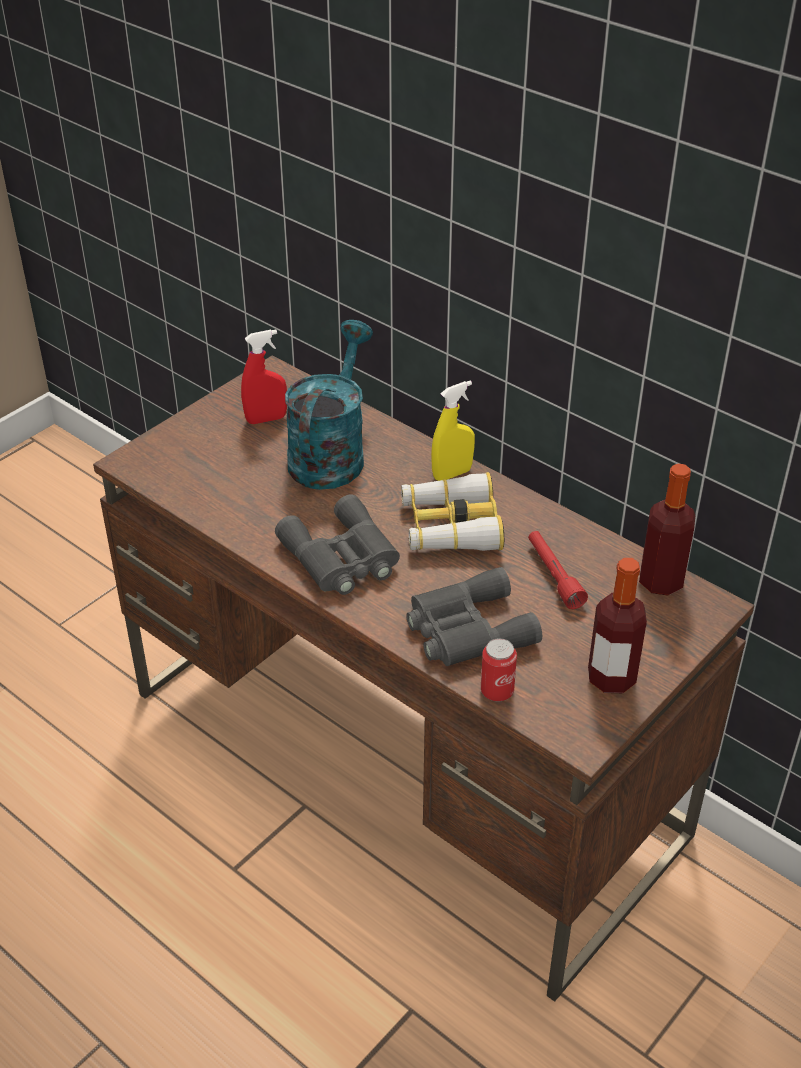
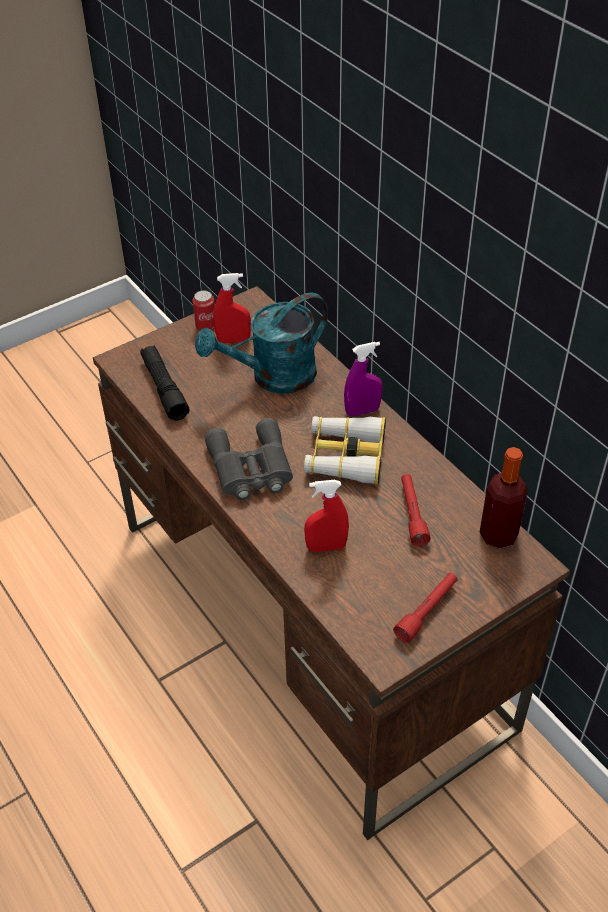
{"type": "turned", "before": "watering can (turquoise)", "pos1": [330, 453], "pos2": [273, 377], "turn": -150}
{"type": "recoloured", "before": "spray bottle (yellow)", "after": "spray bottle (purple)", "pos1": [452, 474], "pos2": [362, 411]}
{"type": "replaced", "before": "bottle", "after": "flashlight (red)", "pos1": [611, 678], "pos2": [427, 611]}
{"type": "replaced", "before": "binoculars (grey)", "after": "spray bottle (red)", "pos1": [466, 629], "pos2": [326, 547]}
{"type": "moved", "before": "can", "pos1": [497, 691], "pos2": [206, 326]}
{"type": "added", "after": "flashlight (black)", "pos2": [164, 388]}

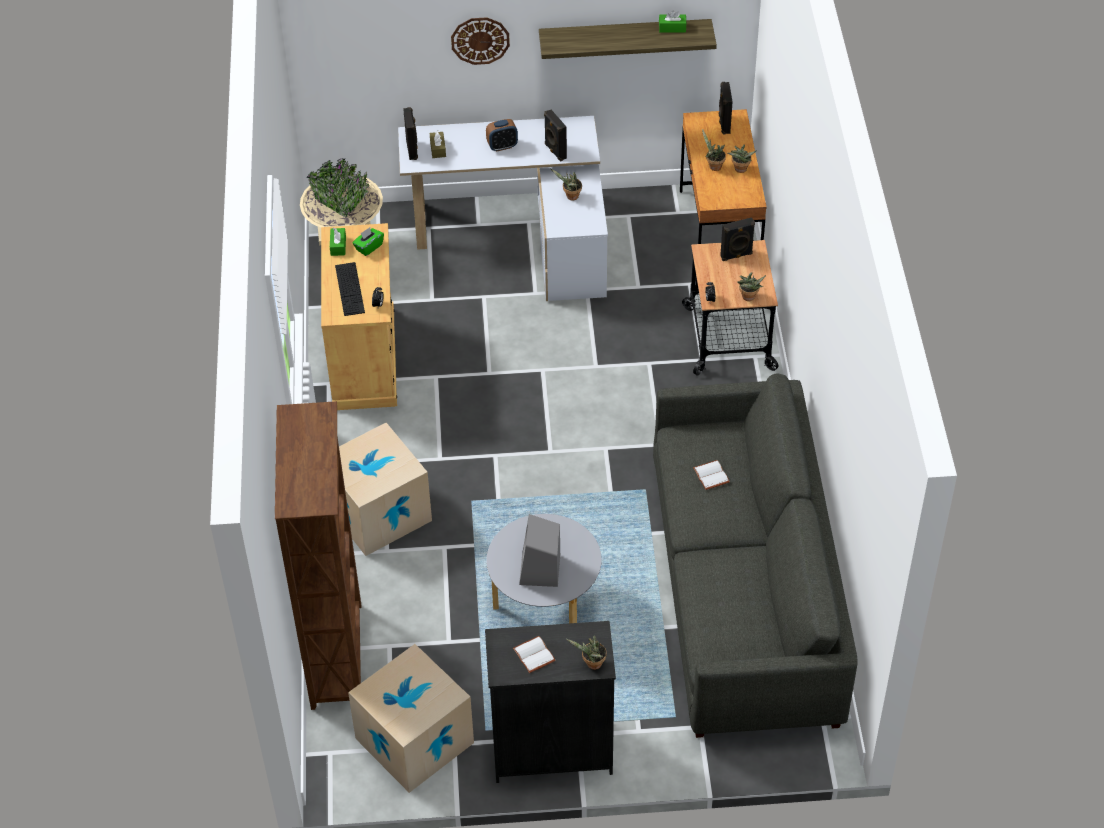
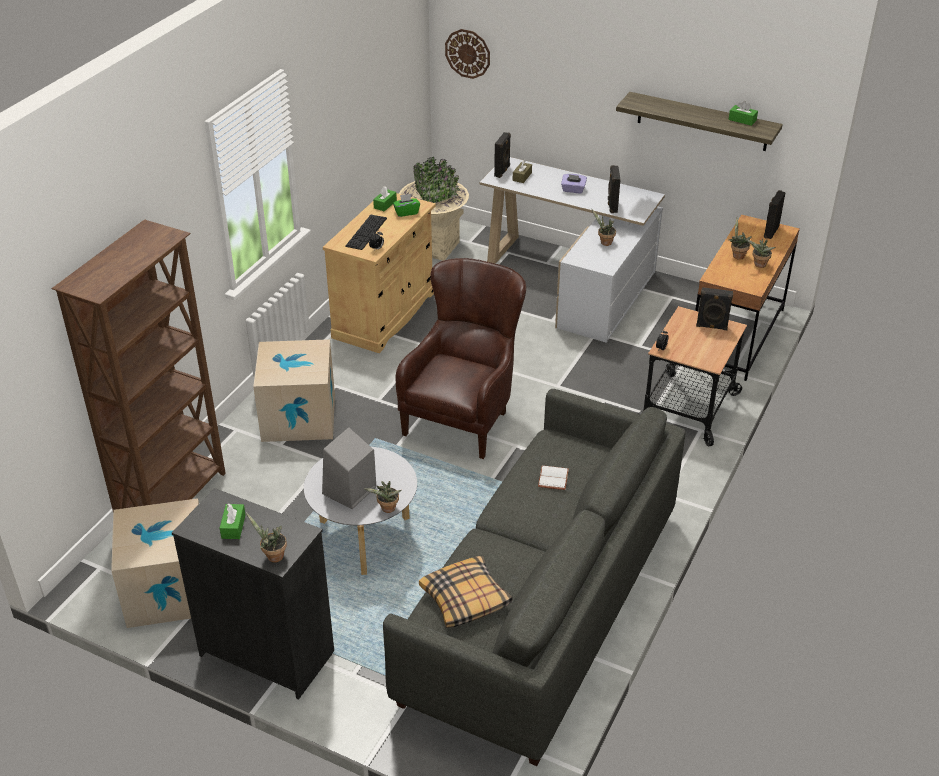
{"type": "moved", "before": "wall clock", "pos1": [480, 40], "pos2": [467, 53]}
{"type": "replaced", "before": "alarm clock", "after": "tissue box (purple)", "pos1": [502, 146], "pos2": [573, 190]}
{"type": "moved", "before": "potted plant", "pos1": [748, 298], "pos2": [387, 509]}
{"type": "replaced", "before": "book (white)", "after": "tissue box (green)", "pos1": [535, 655], "pos2": [233, 526]}
{"type": "added", "after": "armchair (brown)", "pos2": [464, 415]}
{"type": "added", "after": "pillow", "pos2": [465, 599]}

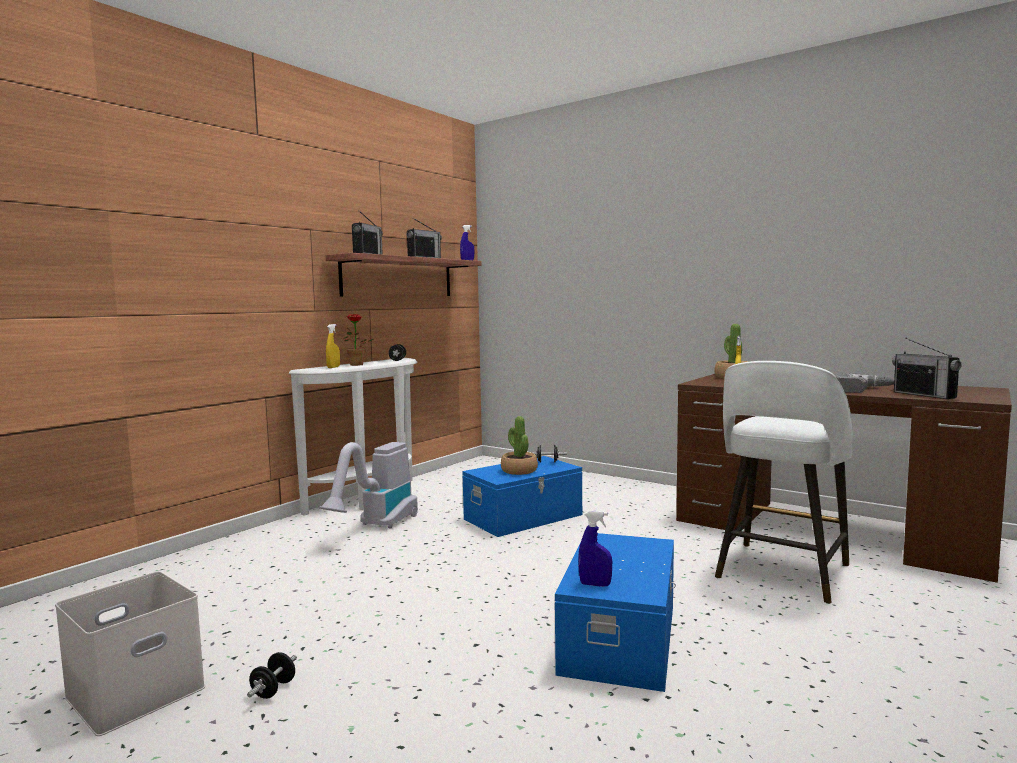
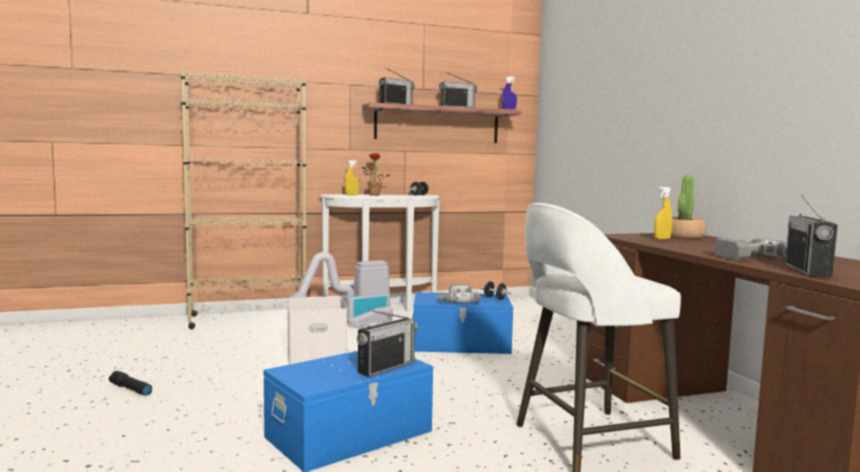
{"type": "replaced", "before": "potted plant", "after": "power drill", "pos1": [519, 471], "pos2": [455, 299]}
{"type": "removed", "before": "spray bottle (blue)", "pos1": [595, 584]}
{"type": "moved", "before": "storage box (white)", "pos1": [137, 690], "pos2": [317, 357]}
{"type": "replaced", "before": "dumbbell (black)", "after": "flashlight (black)", "pos1": [273, 690], "pos2": [130, 389]}
{"type": "added", "after": "bookcase (beige)", "pos2": [248, 319]}
{"type": "added", "after": "radio", "pos2": [386, 367]}

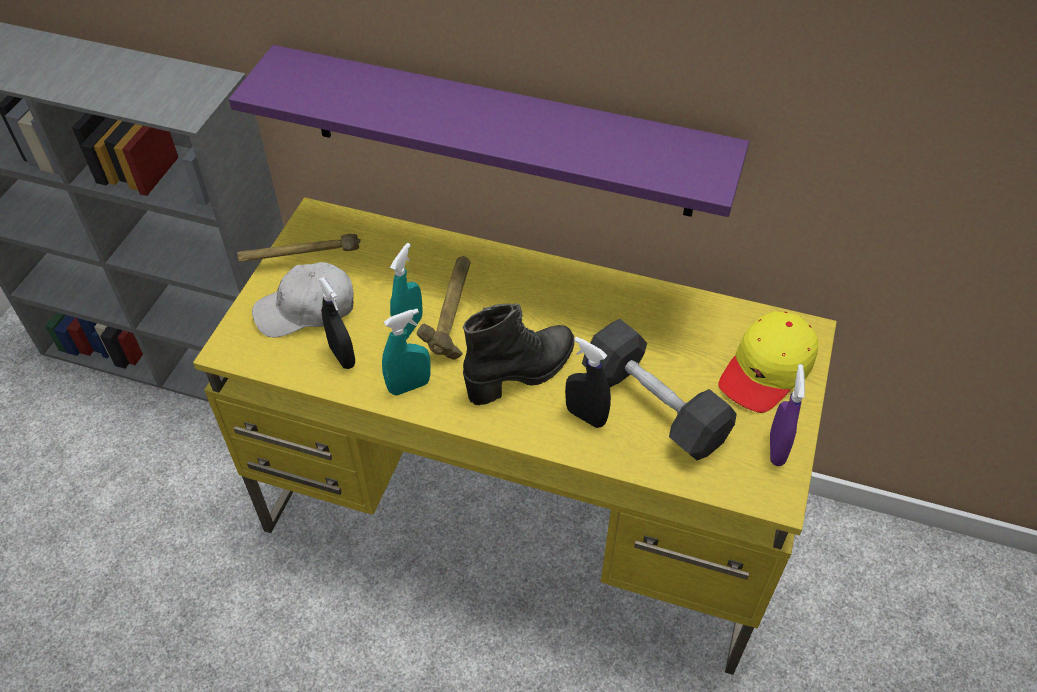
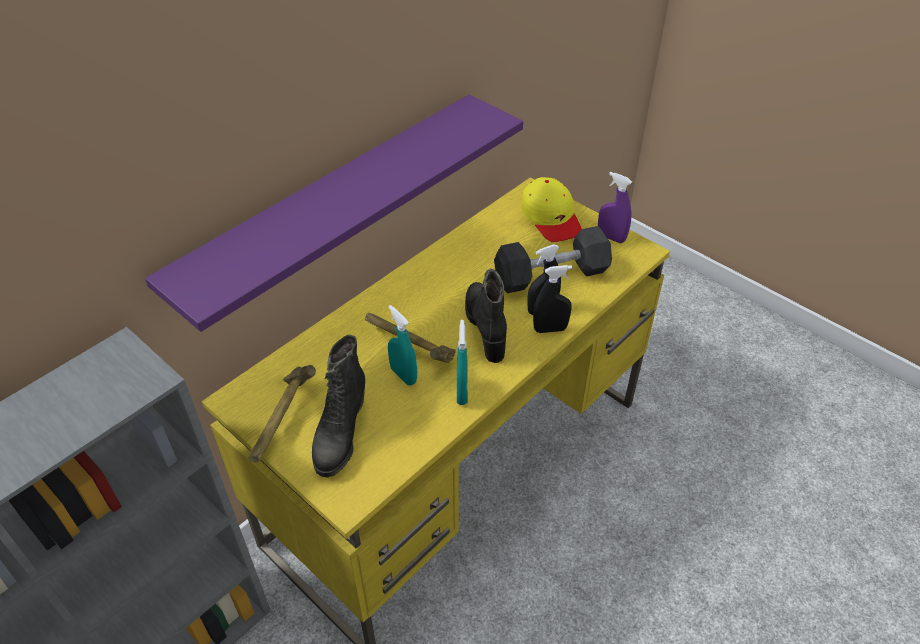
{"type": "replaced", "before": "cap (white)", "after": "boot (black)", "pos1": [306, 310], "pos2": [340, 435]}
{"type": "moved", "before": "spray bottle (black)", "pos1": [342, 356], "pos2": [550, 329]}

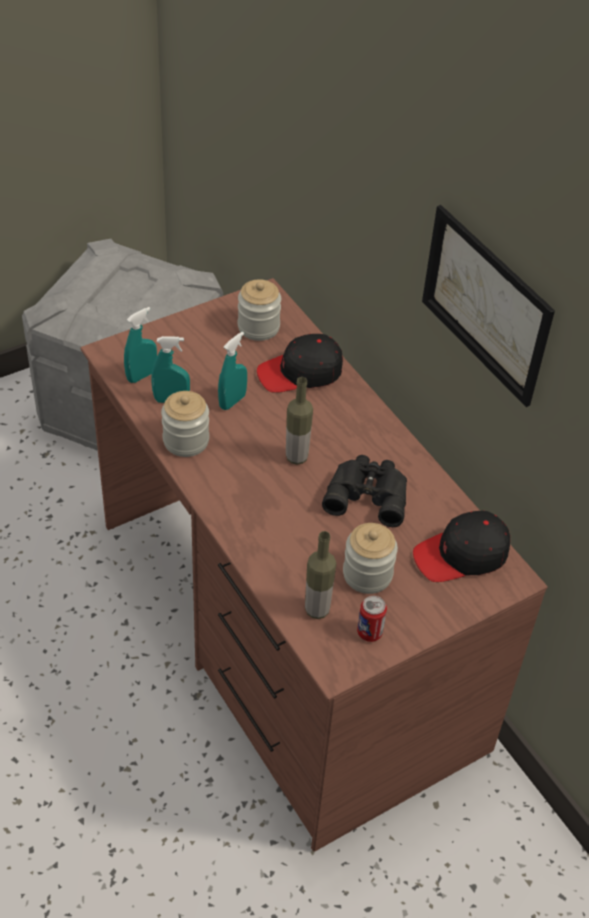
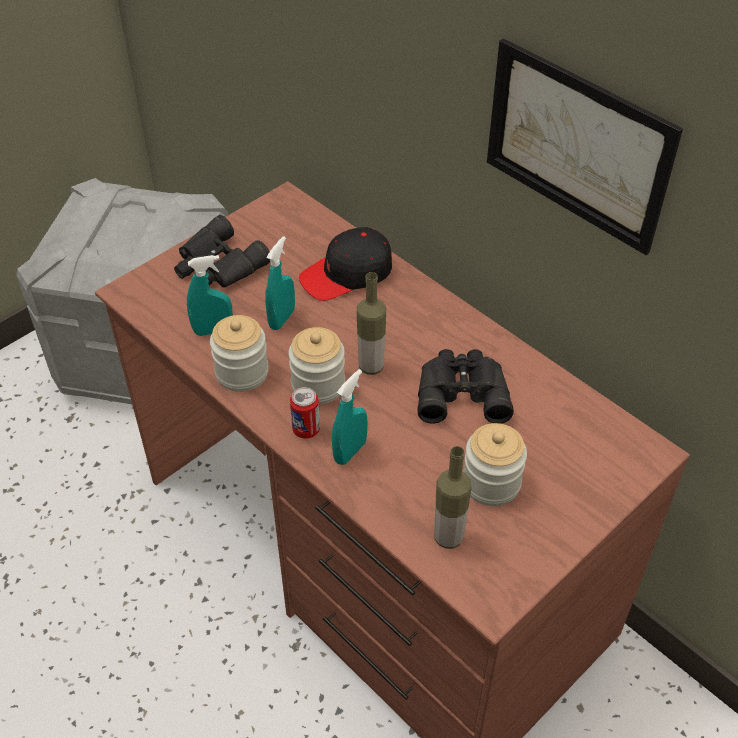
{"type": "moved", "before": "jar", "pos1": [258, 327], "pos2": [318, 385]}
{"type": "moved", "before": "spray bottle (turquoise)", "pos1": [141, 375], "pos2": [350, 452]}
{"type": "removed", "before": "cap (black)", "pos1": [461, 555]}
{"type": "moved", "before": "can", "pos1": [369, 632], "pos2": [306, 429]}
{"type": "added", "after": "binoculars (black)", "pos2": [217, 266]}

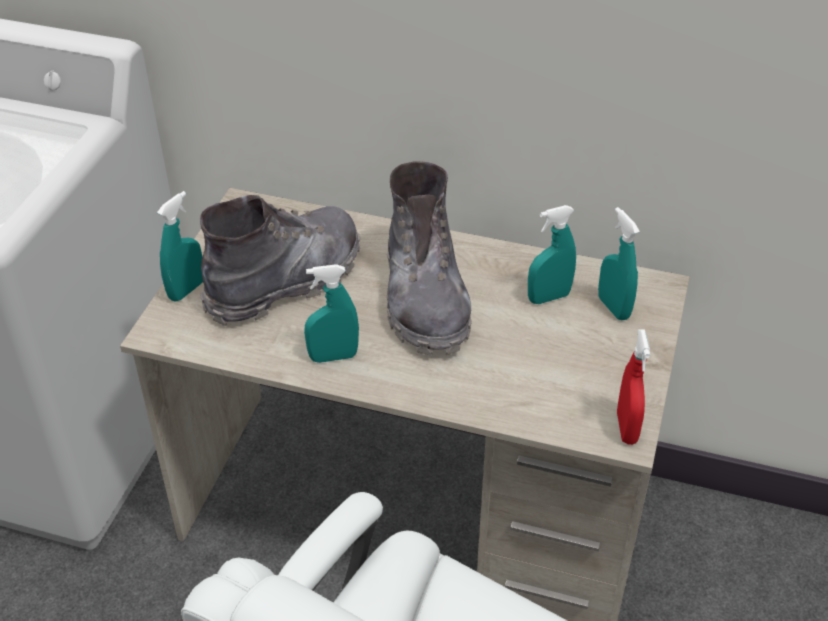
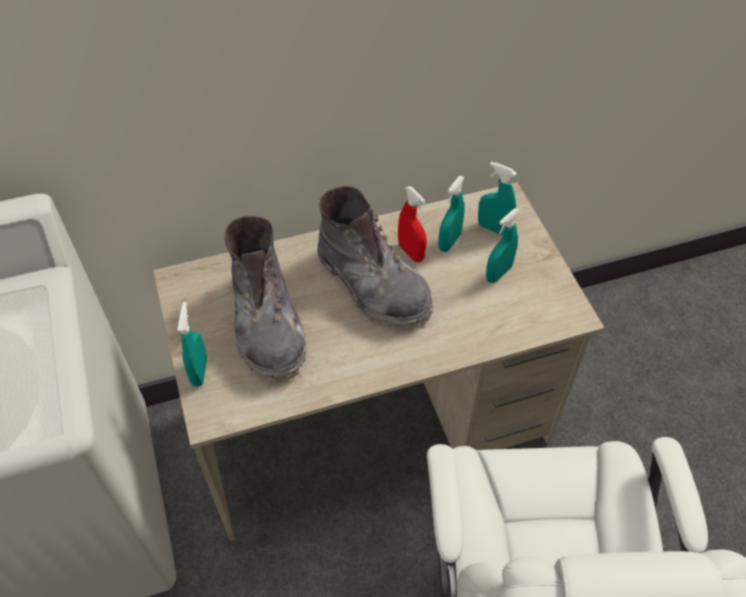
{"type": "turned", "before": "boot (grey)", "pos1": [286, 281], "pos2": [267, 324], "turn": 150}
{"type": "moved", "before": "spray bottle (turquoise)", "pos1": [333, 357], "pos2": [498, 273]}
{"type": "moved", "before": "spray bottle (red)", "pos1": [626, 428], "pos2": [411, 252]}

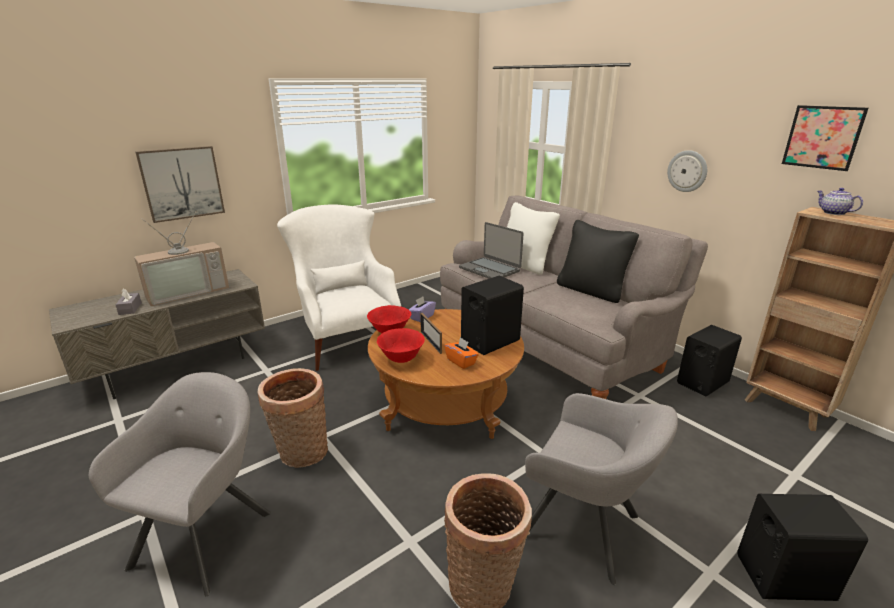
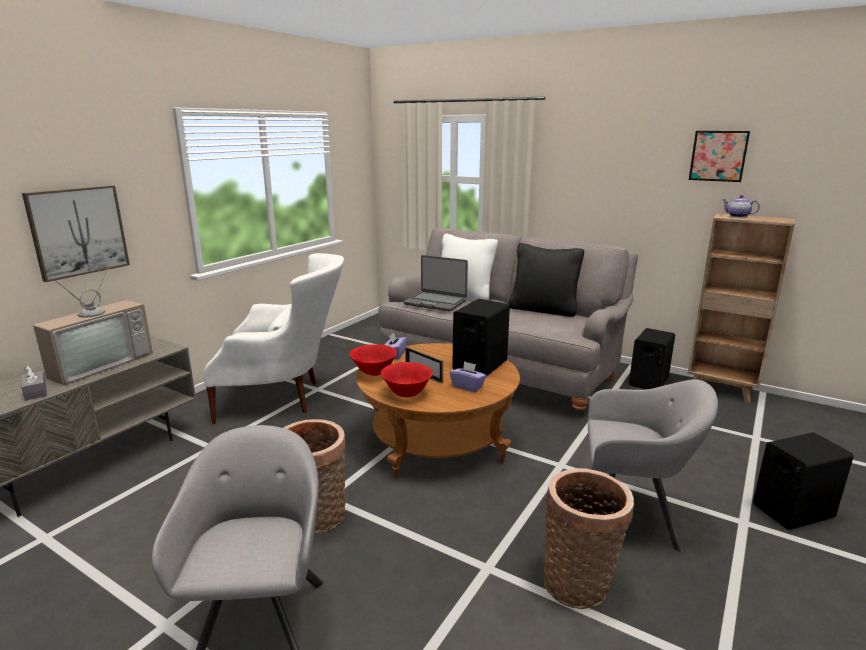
{"type": "removed", "before": "wall clock", "pos1": [687, 171]}
{"type": "turned", "before": "armchair (white)", "pos1": [346, 337], "pos2": [284, 397], "turn": 135}
{"type": "recoloured", "before": "tissue box (orange)", "after": "tissue box (purple)", "pos1": [461, 361], "pos2": [467, 386]}

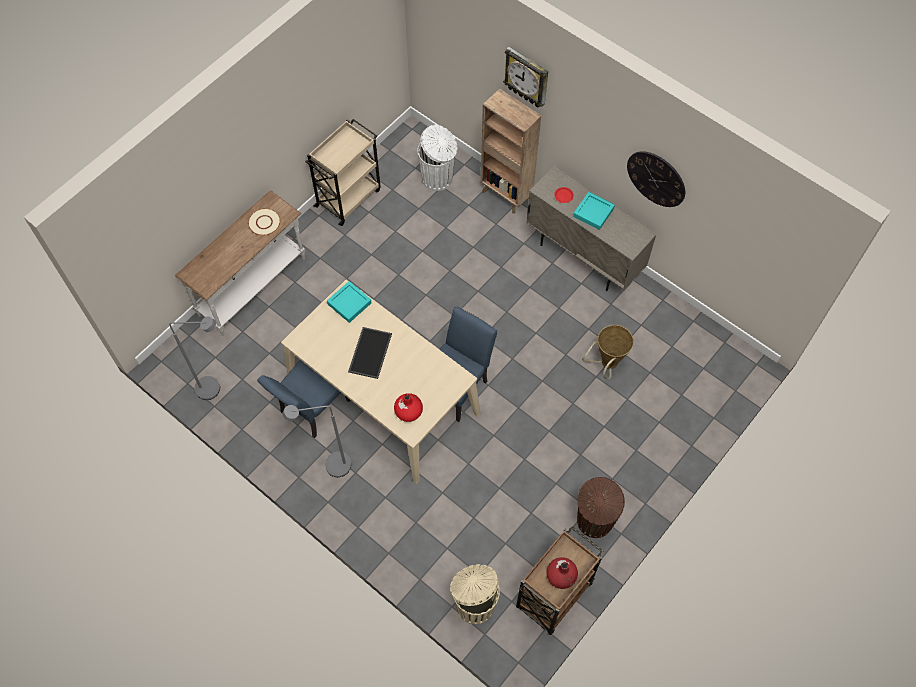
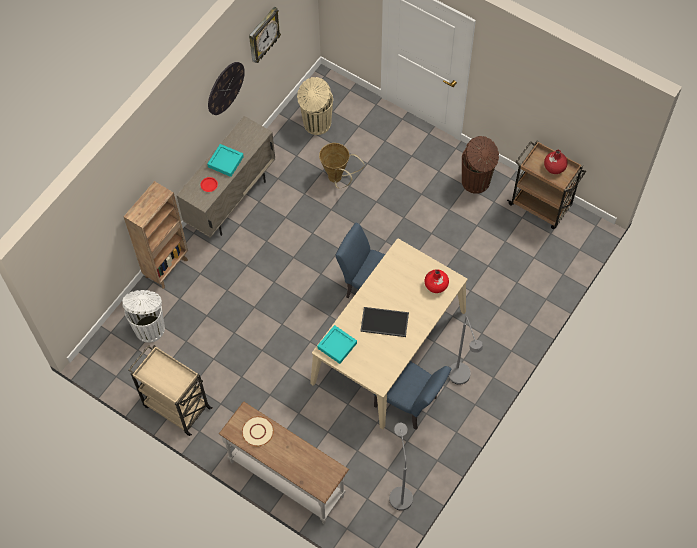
{"type": "moved", "before": "wall clock", "pos1": [527, 77], "pos2": [263, 35]}
{"type": "moved", "before": "trash can (beige)", "pos1": [474, 604], "pos2": [316, 124]}

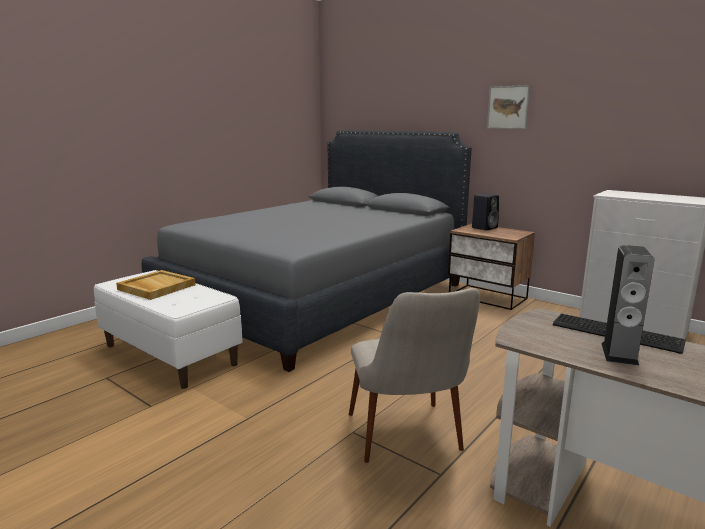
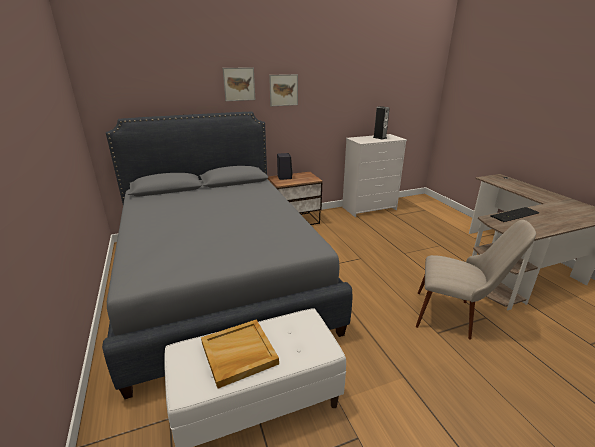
{"type": "moved", "before": "speaker", "pos1": [619, 354], "pos2": [379, 137]}
{"type": "added", "after": "picture", "pos2": [239, 84]}

